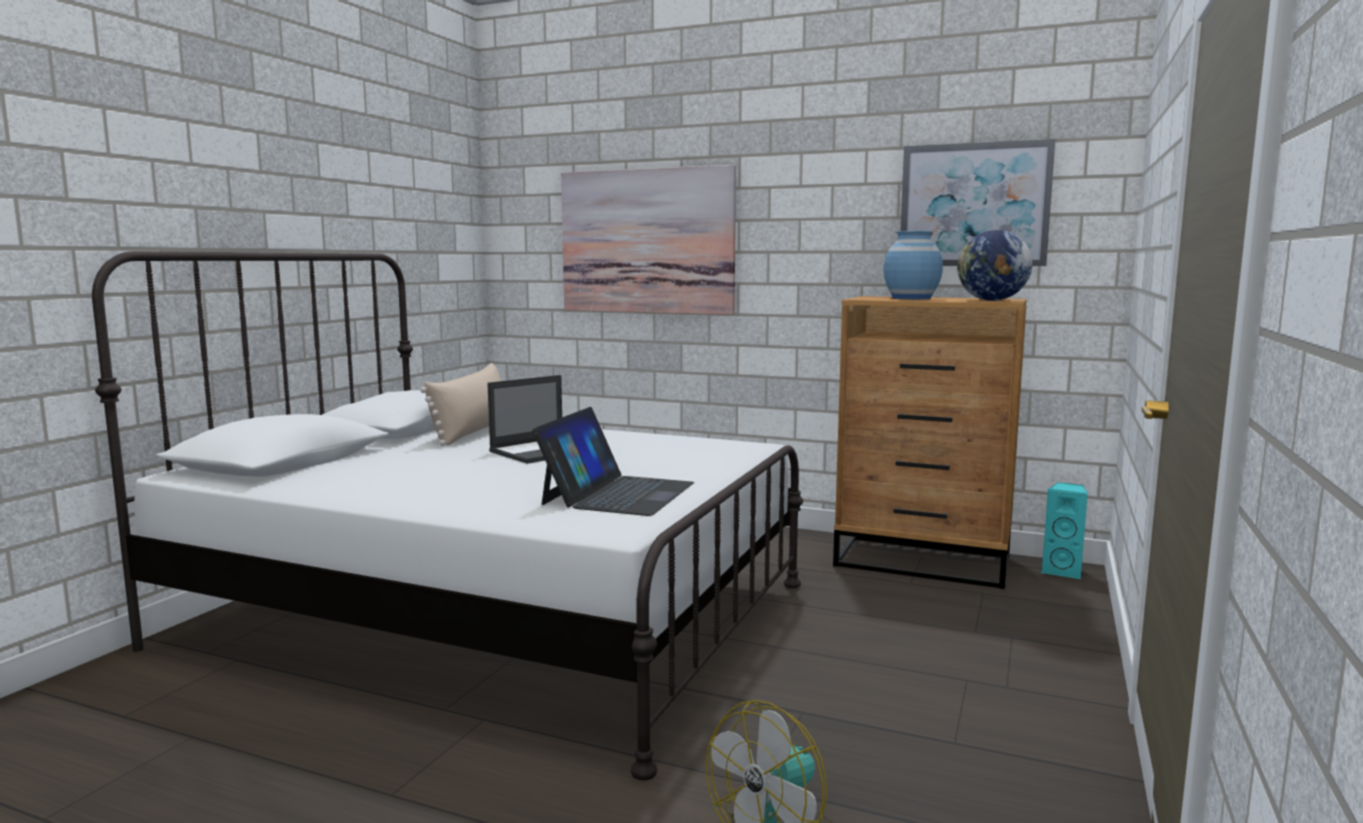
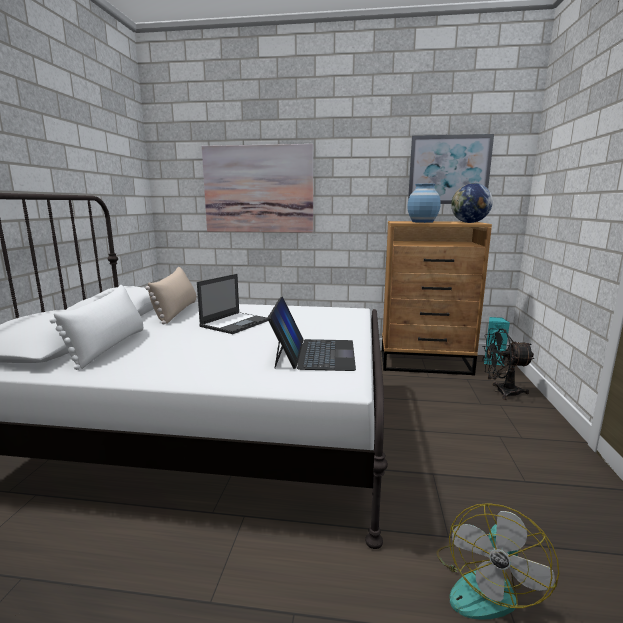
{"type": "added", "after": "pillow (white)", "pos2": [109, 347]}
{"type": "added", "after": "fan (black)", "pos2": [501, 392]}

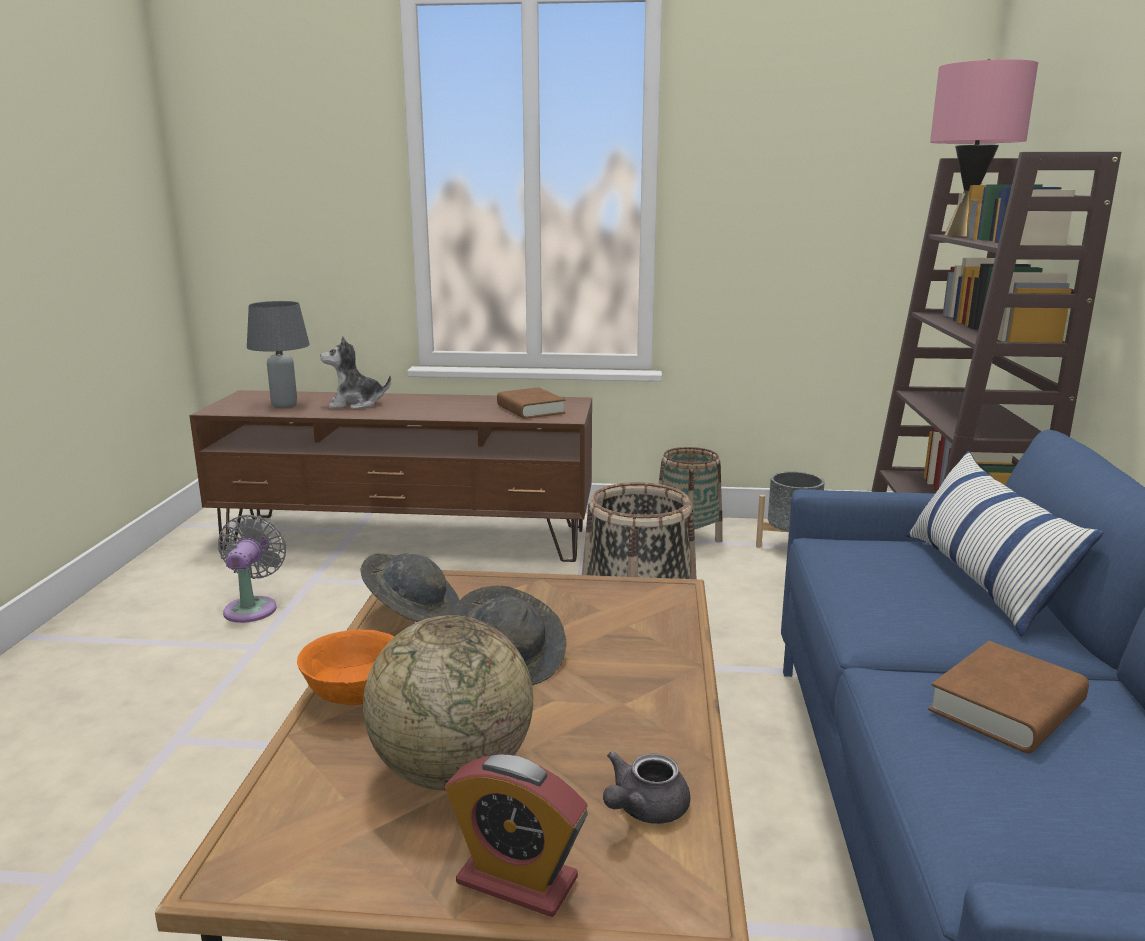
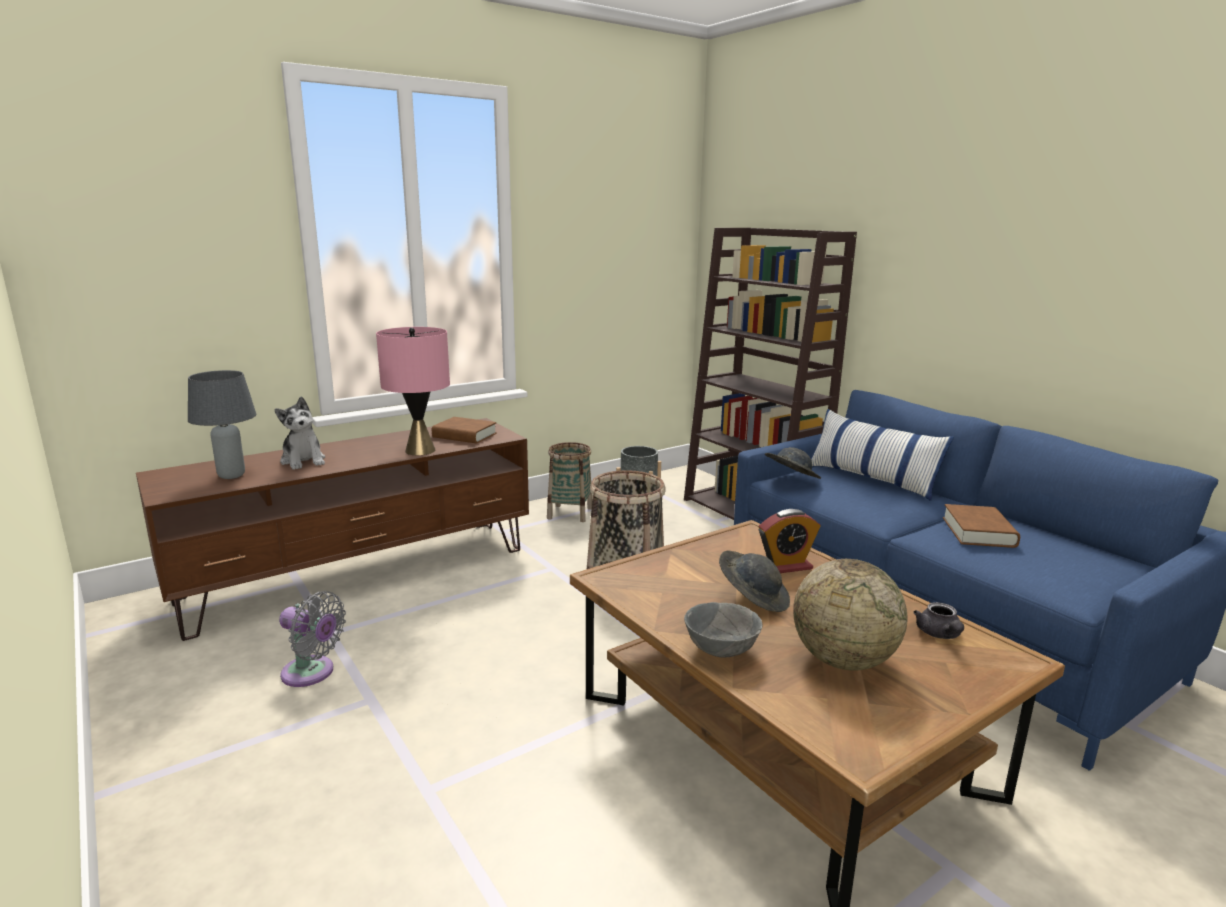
{"type": "moved", "before": "table lamp (pink)", "pos1": [965, 235], "pos2": [420, 450]}
{"type": "turned", "before": "plush toy", "pos1": [355, 404], "pos2": [303, 461], "turn": -75}
{"type": "turned", "before": "fan (grey)", "pos1": [252, 607], "pos2": [312, 673], "turn": 150}
{"type": "moved", "before": "hat (grey)", "pos1": [413, 611], "pos2": [790, 479]}
{"type": "recoloured", "before": "bowl (orange)", "after": "bowl (grey)", "pos1": [357, 694], "pos2": [721, 649]}
{"type": "moved", "before": "alarm clock", "pos1": [517, 881], "pos2": [785, 566]}

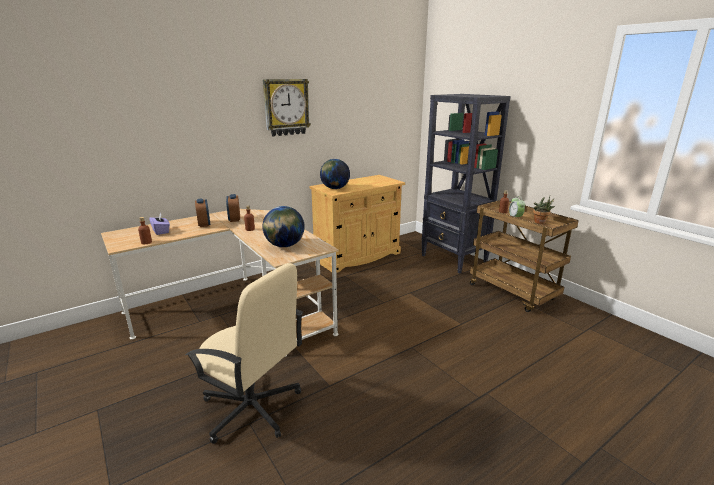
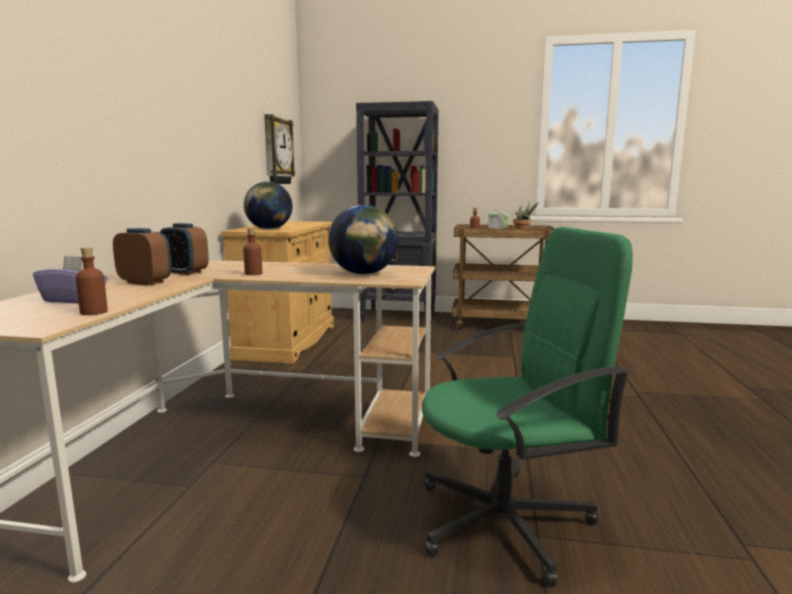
{"type": "moved", "before": "wall clock", "pos1": [286, 107], "pos2": [277, 151]}
{"type": "recoloured", "before": "office chair (beige)", "after": "office chair (green)", "pos1": [252, 408], "pos2": [506, 521]}

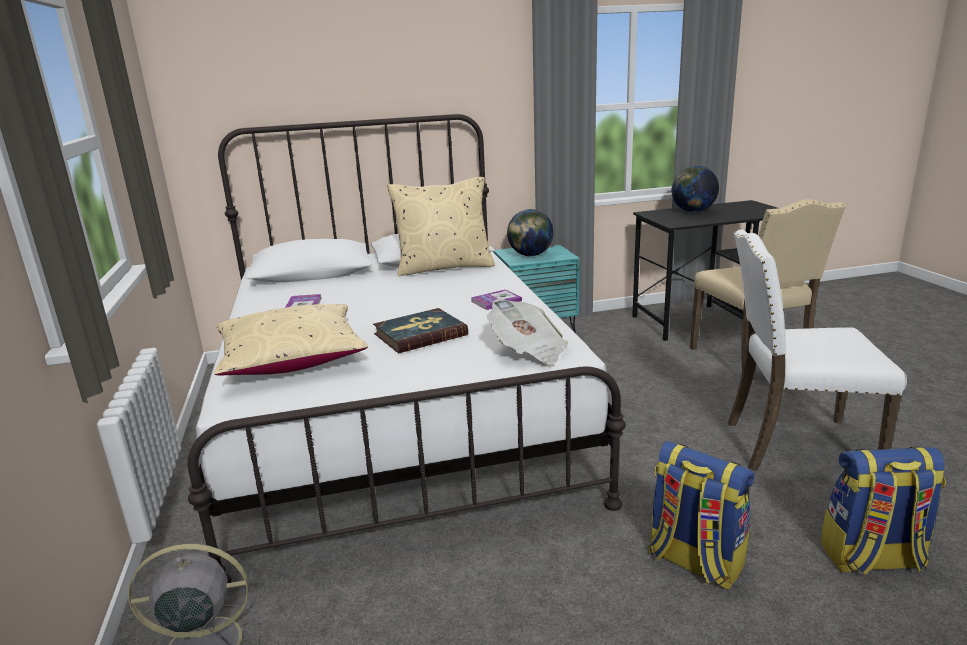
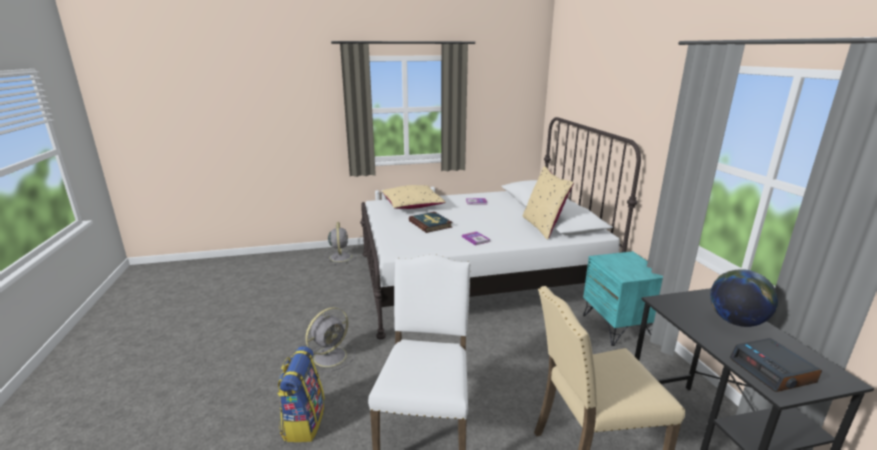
{"type": "removed", "before": "globe", "pos1": [530, 255]}
{"type": "removed", "before": "newspaper", "pos1": [528, 351]}
{"type": "replaced", "before": "backpack", "after": "fan (grey)", "pos1": [694, 561], "pos2": [331, 356]}
{"type": "added", "after": "alarm clock", "pos2": [772, 371]}

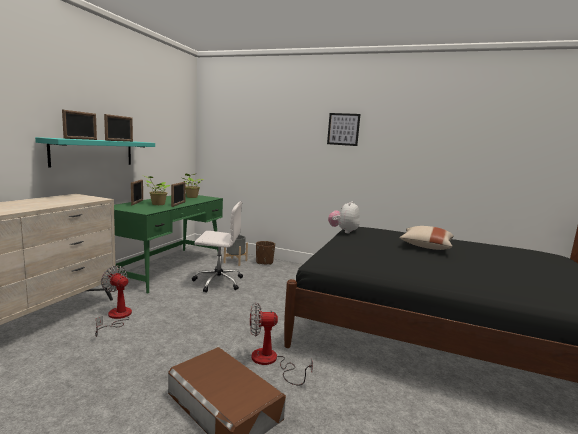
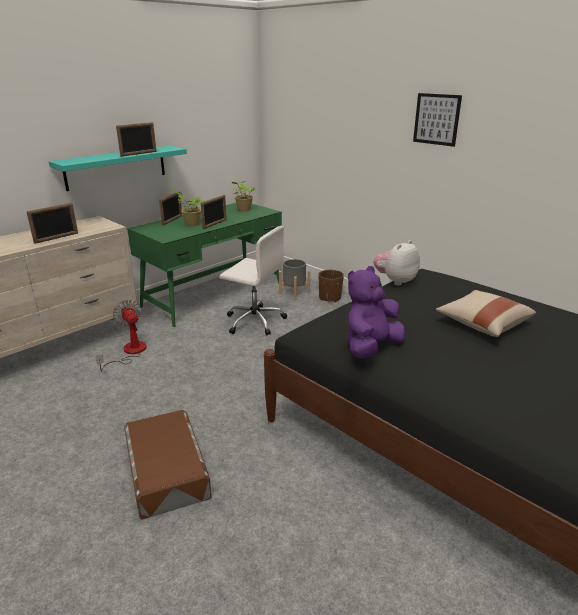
{"type": "moved", "before": "picture frame", "pos1": [81, 139], "pos2": [56, 238]}
{"type": "removed", "before": "fan", "pos1": [270, 362]}
{"type": "added", "after": "plush toy (purple)", "pos2": [371, 347]}

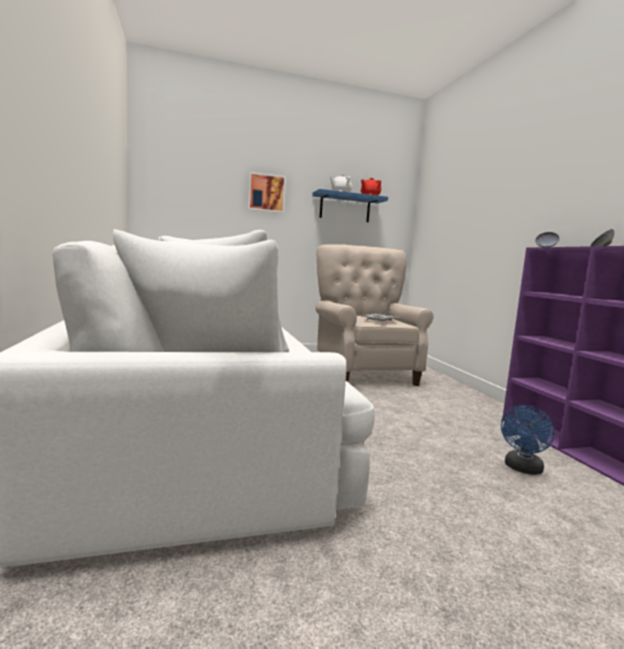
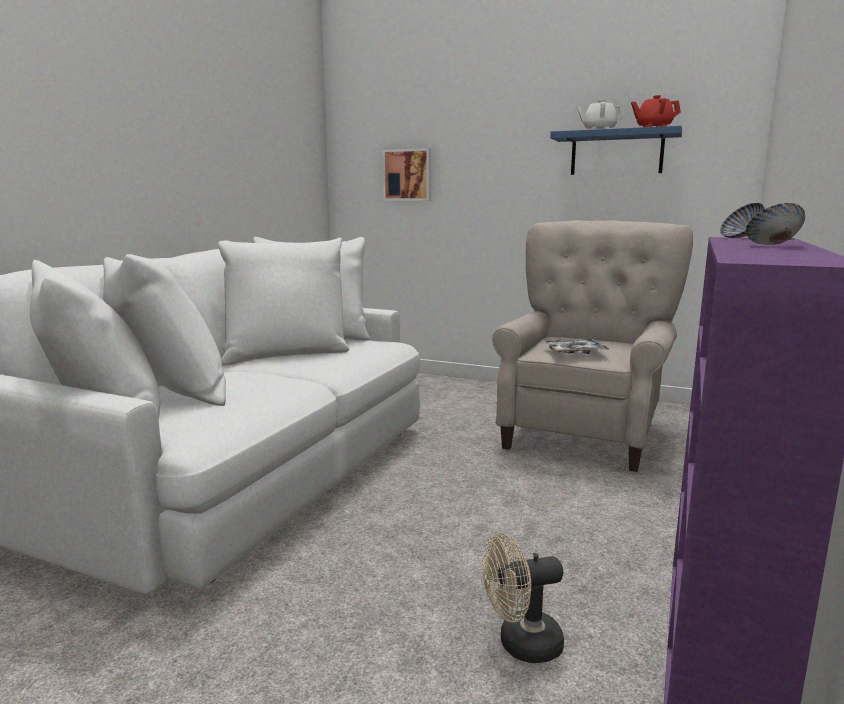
{"type": "moved", "before": "picture", "pos1": [266, 193], "pos2": [408, 175]}
{"type": "recoloured", "before": "fan (blue)", "after": "fan (beige)", "pos1": [522, 469], "pos2": [521, 645]}

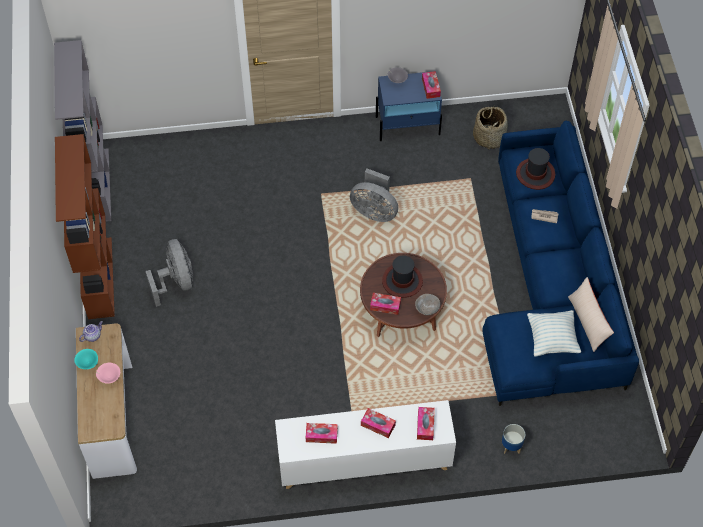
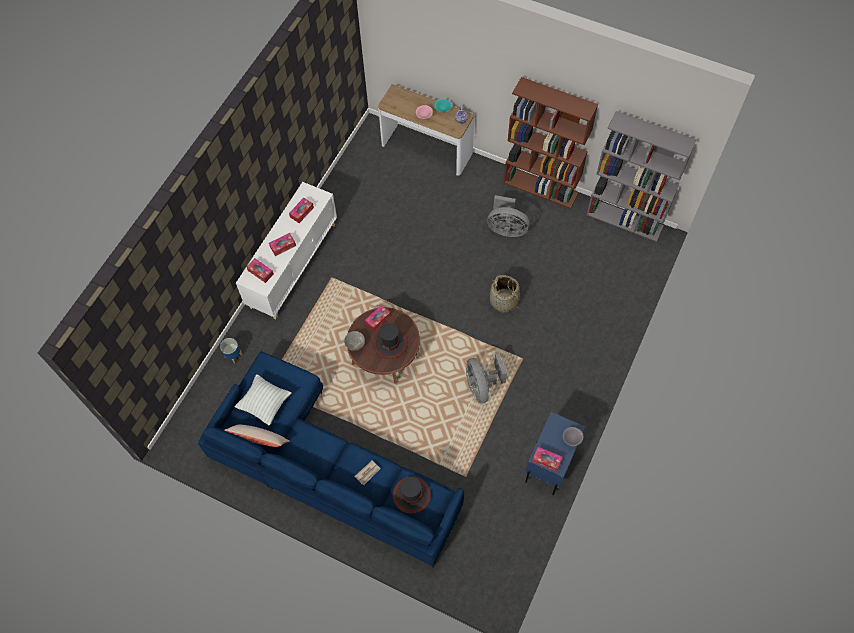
{"type": "moved", "before": "basket", "pos1": [489, 137], "pos2": [504, 301]}
{"type": "turned", "before": "fan (grey)", "pos1": [374, 211], "pos2": [482, 386], "turn": -75}

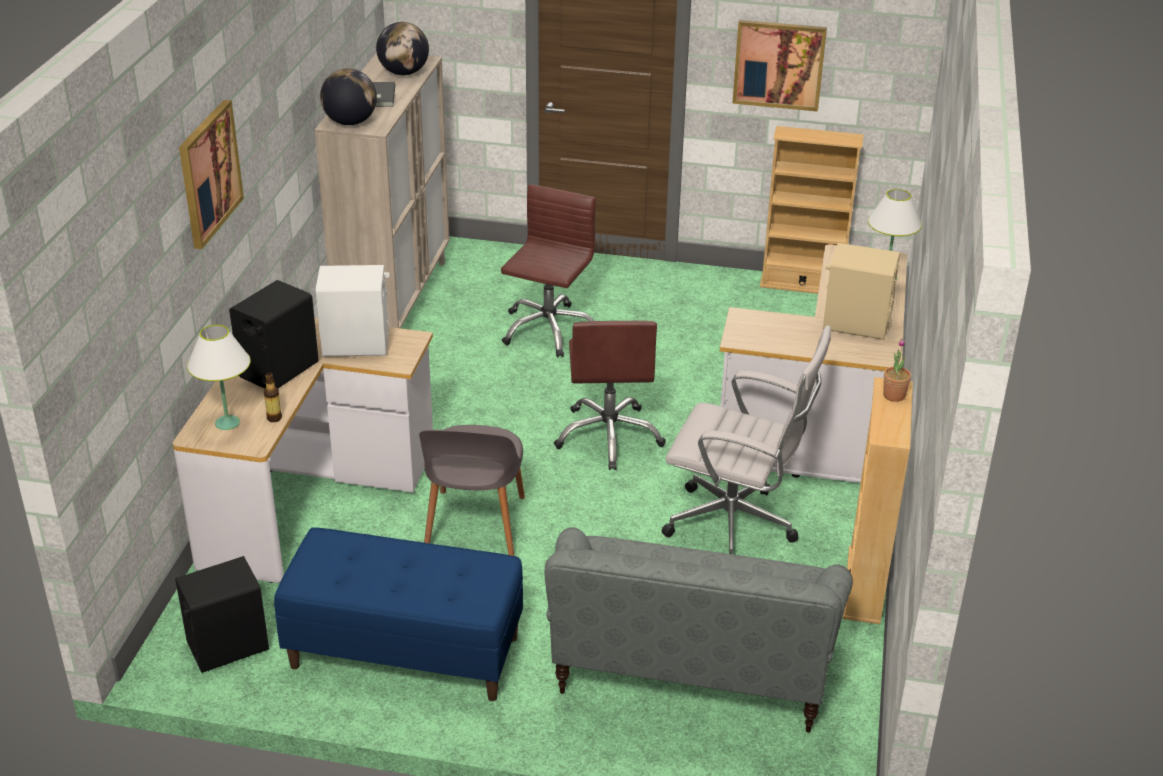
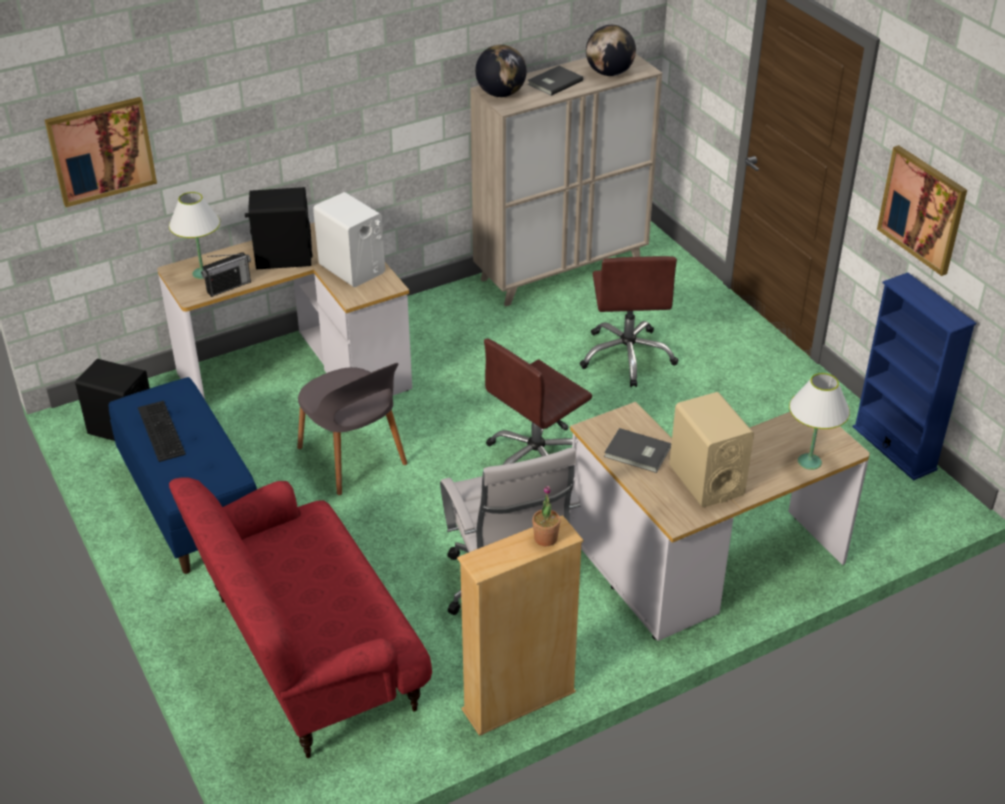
{"type": "moved", "before": "picture", "pos1": [209, 173], "pos2": [101, 151]}
{"type": "recoloured", "before": "bookcase (beige)", "after": "bookcase (blue)", "pos1": [802, 285], "pos2": [894, 448]}
{"type": "turned", "before": "office chair (brown)", "pos1": [548, 330], "pos2": [627, 356], "turn": 105}
{"type": "replaced", "before": "bottle", "after": "radio", "pos1": [274, 418], "pos2": [228, 287]}
{"type": "turned", "before": "chair (grey)", "pos1": [474, 526], "pos2": [353, 458], "turn": -90}
{"type": "recoloured", "before": "sofa (grey)", "after": "sofa (red)", "pos1": [691, 673], "pos2": [309, 656]}
{"type": "added", "after": "keyboard", "pos2": [159, 430]}
{"type": "added", "after": "book (grey)", "pos2": [637, 453]}

